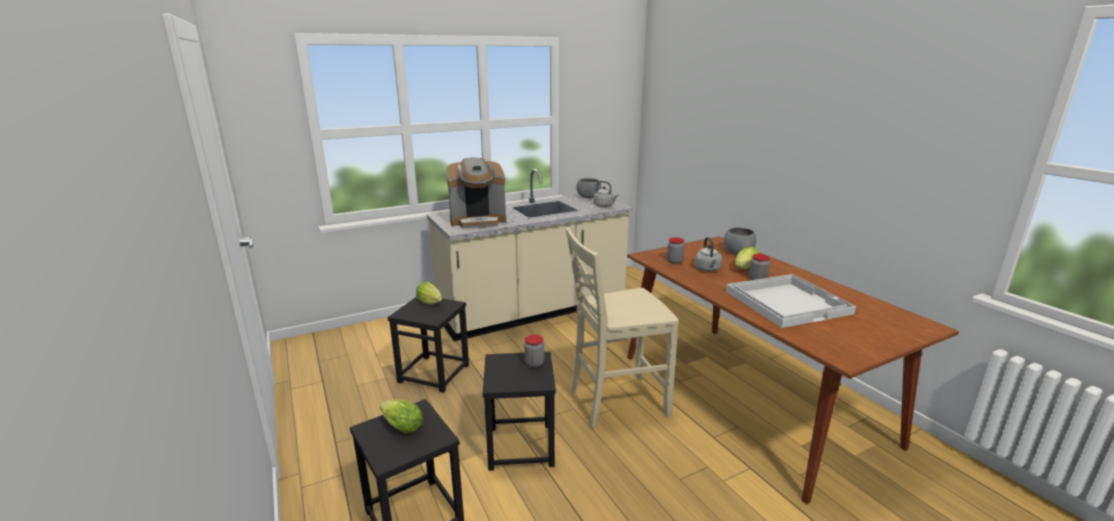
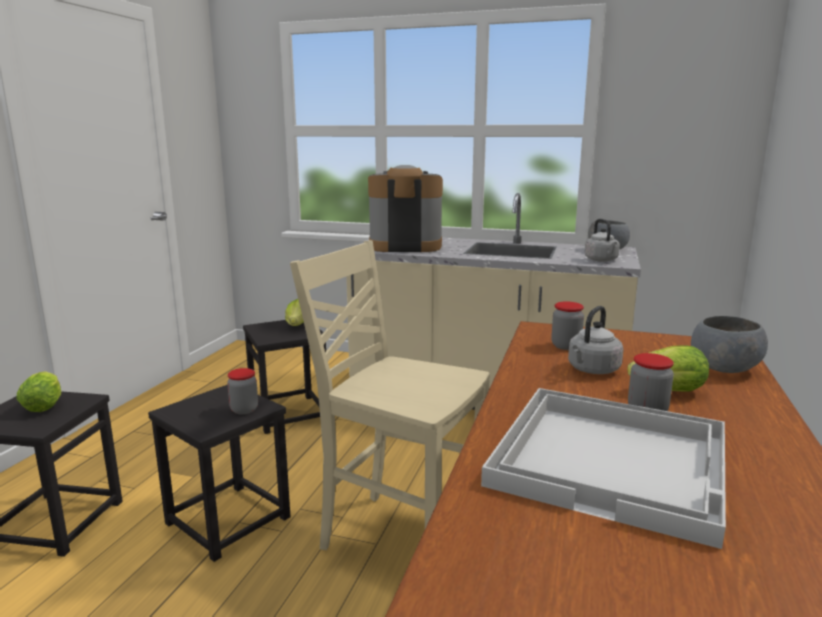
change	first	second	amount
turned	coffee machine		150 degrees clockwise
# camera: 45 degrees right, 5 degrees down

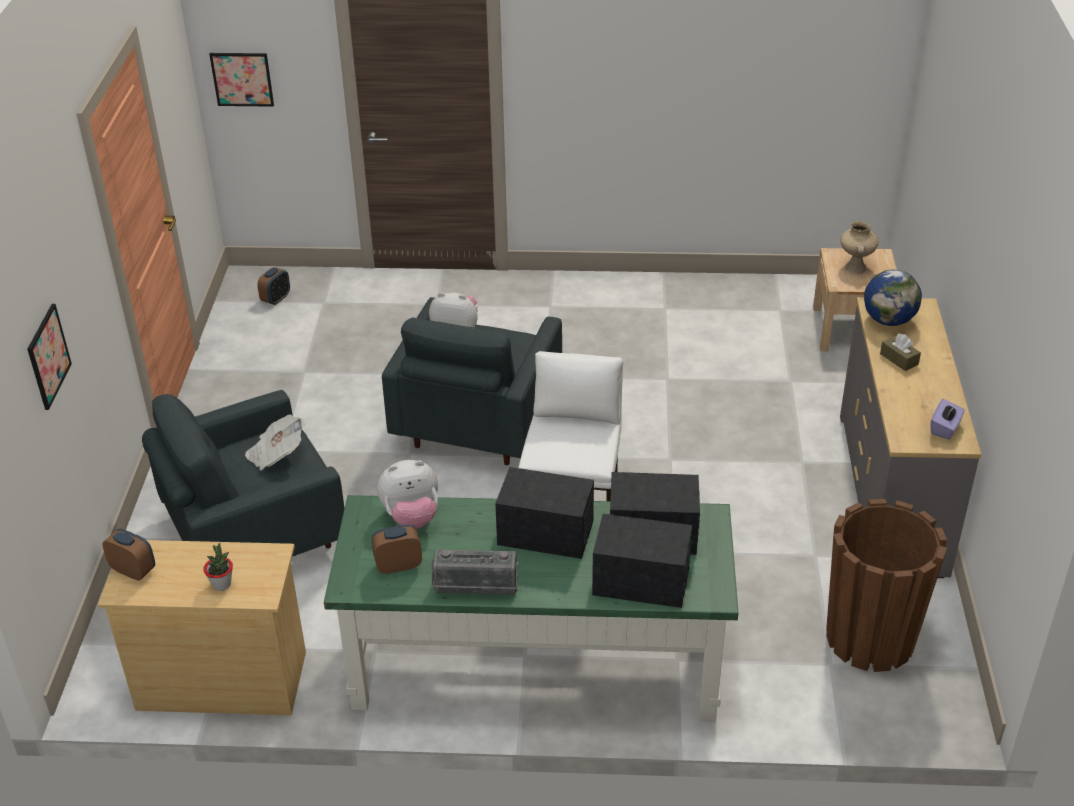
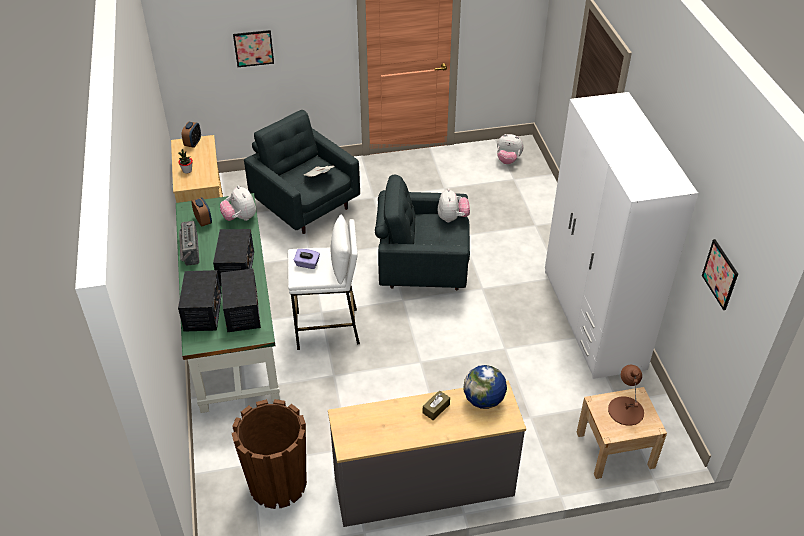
change	first	second	amount
moved	purple-coloured tissue box		
replaced	alarm clock (2nd from left)	soft toy (3rd from left)	
added		white-coloured clothes cupboard	
replaced	beige-coloured vase	brown-coloured lamp for a table	
moved	wall art (2nd from left)		
# camera: 75 degrees right, 5 degrees up

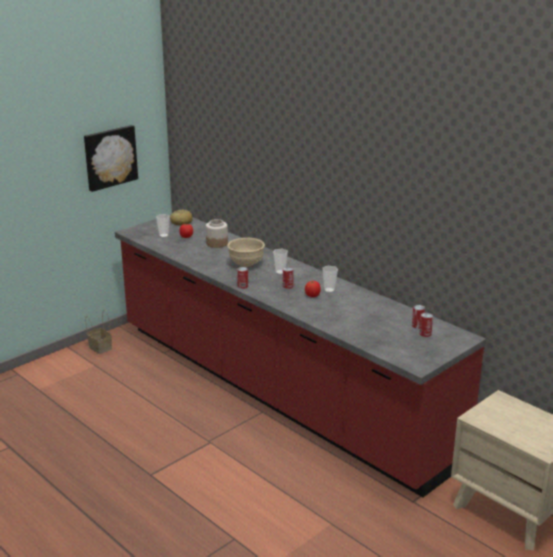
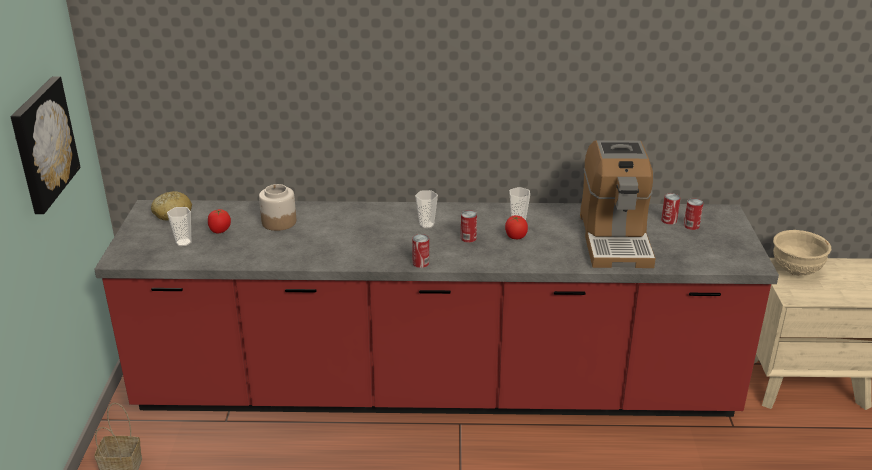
change	first	second	amount
added		coffee machine	
moved	beige-coloured bowl		
# camera: 45 degrees left, 5 degrees up

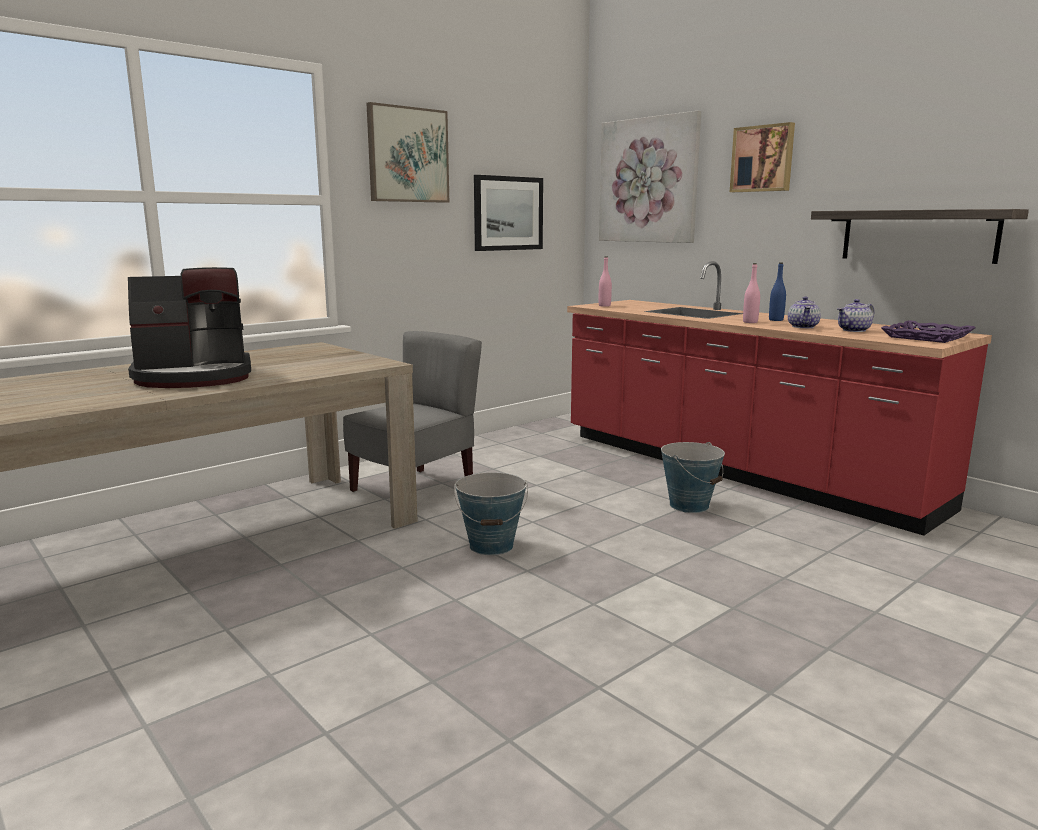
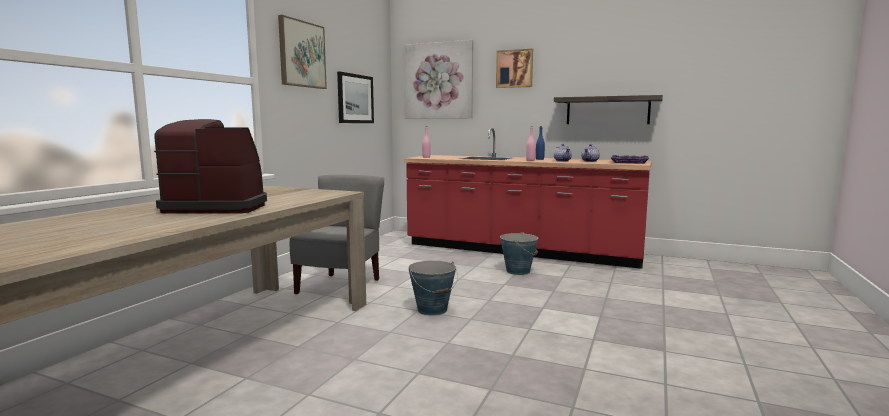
change	first	second	amount
turned	coffee machine		135 degrees counterclockwise
# camera: 25 degrees left, 5 degrees down

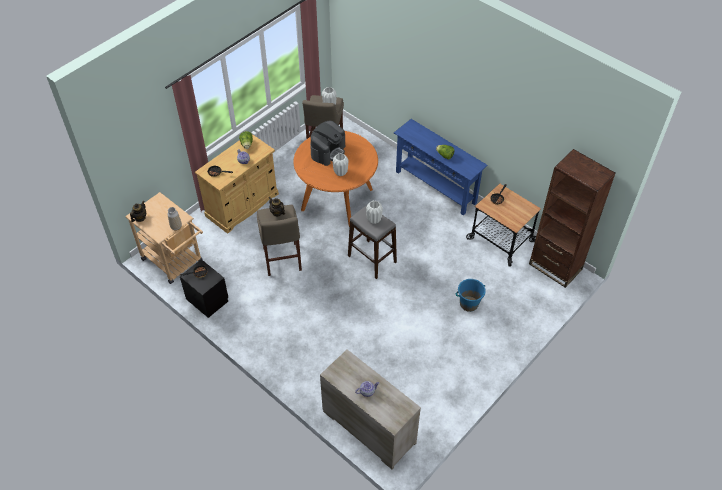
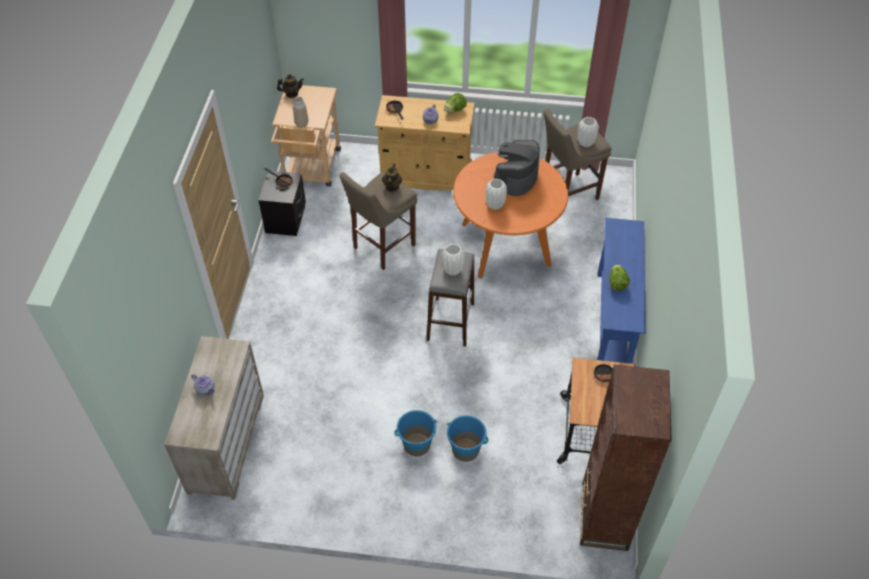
change	first	second	amount
added		bluish pail (1st from left)	
turned	coffee machine		120 degrees clockwise
# camera: 55 degrees right, 0 degrees up

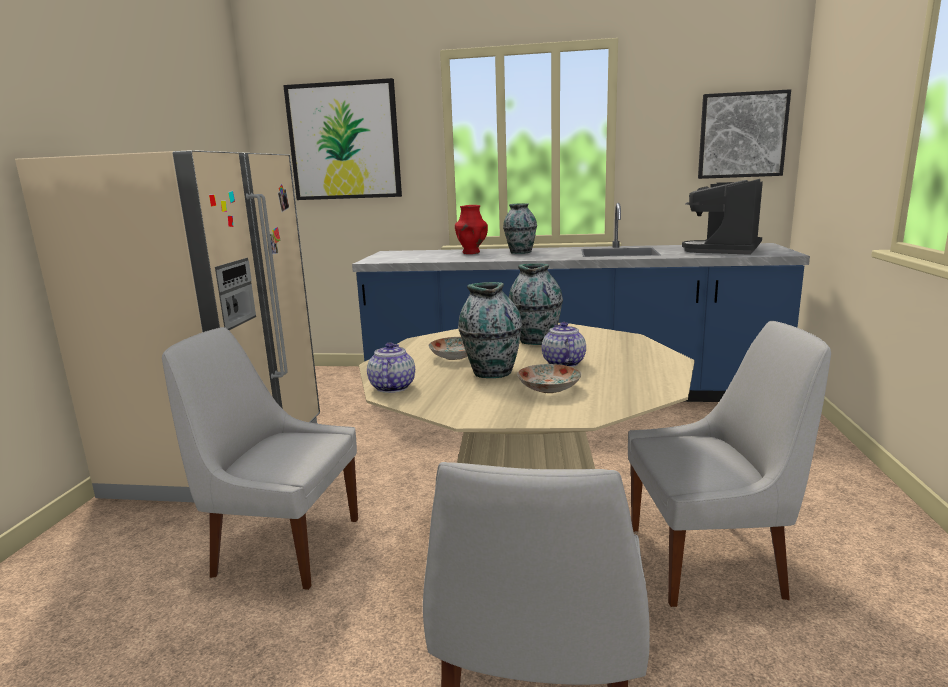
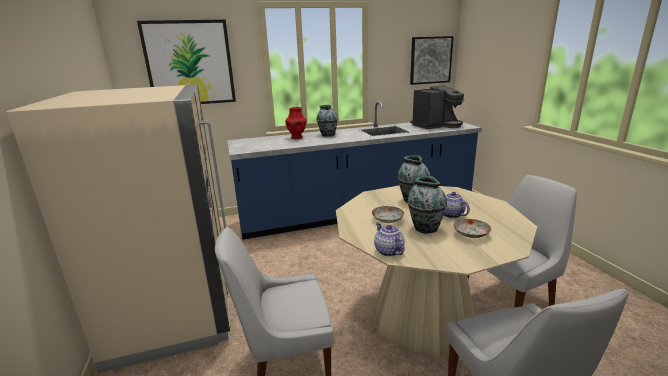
change	first	second	amount
turned	coffee machine		120 degrees counterclockwise
# camera: 25 degrees left, 5 degrees up

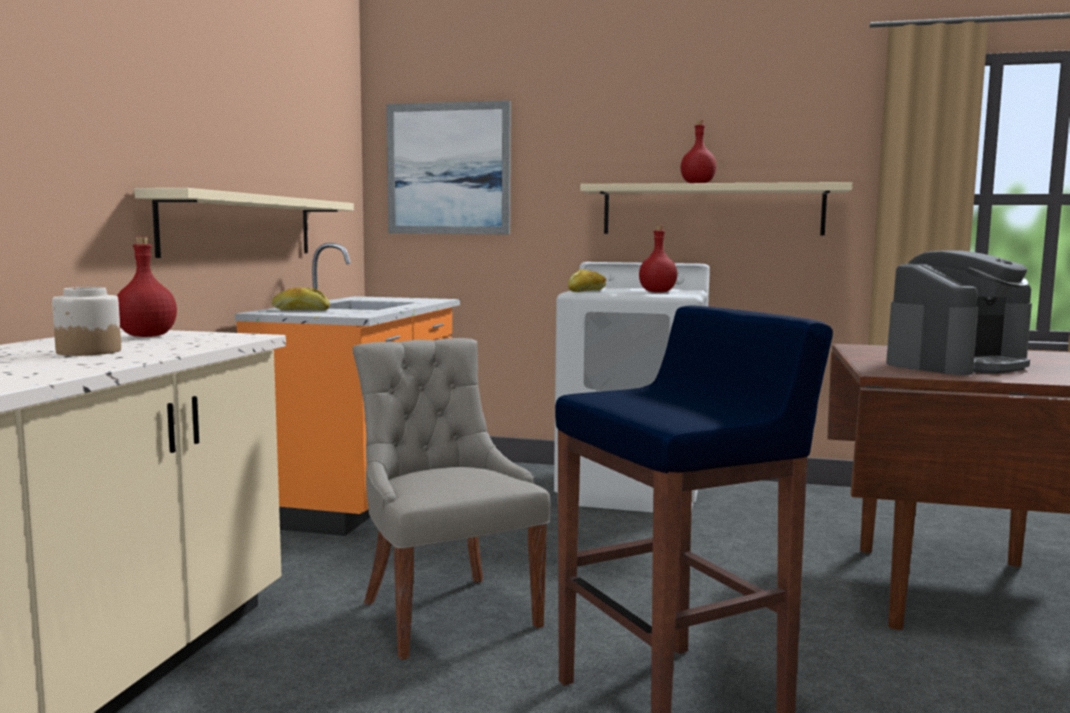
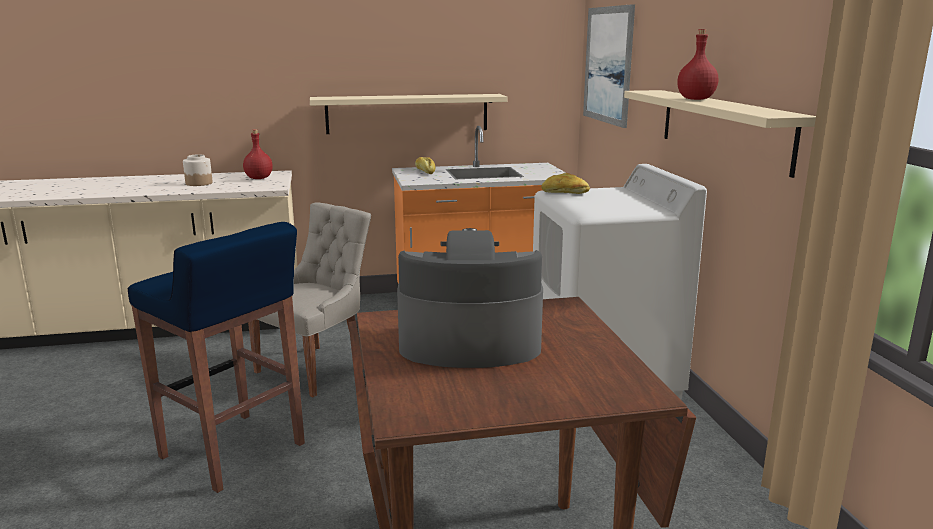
change	first	second	amount
turned	coffee machine		150 degrees clockwise
removed	red-coloured beverage bottle (2nd from left)		
# camera: 65 degrees right, 10 degrees up

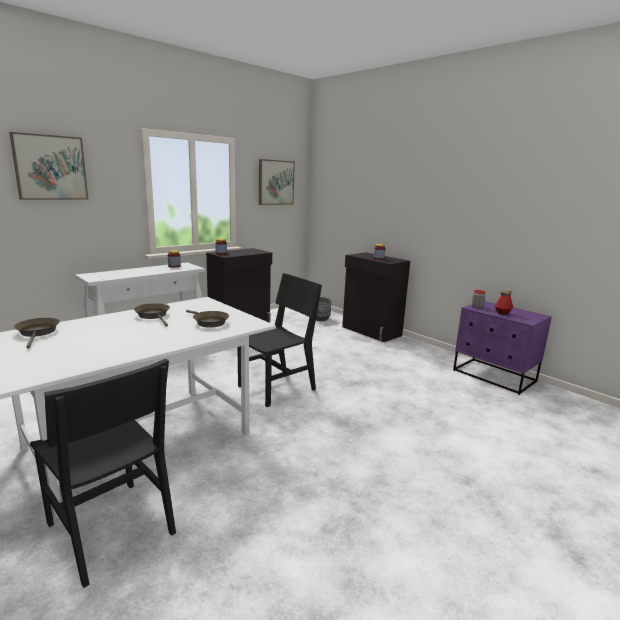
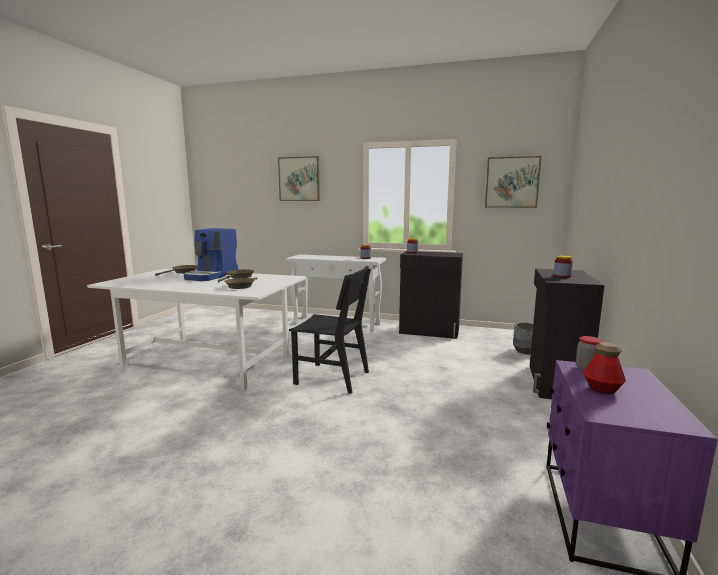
change	first	second	amount
added		coffee machine	
removed	blackish plain chair (1st from left)		
# camera: 60 degrees right, 5 degrees down

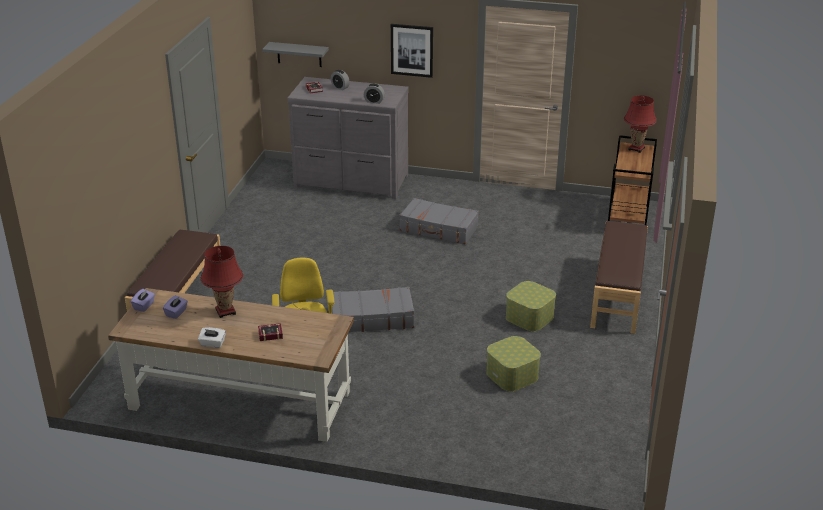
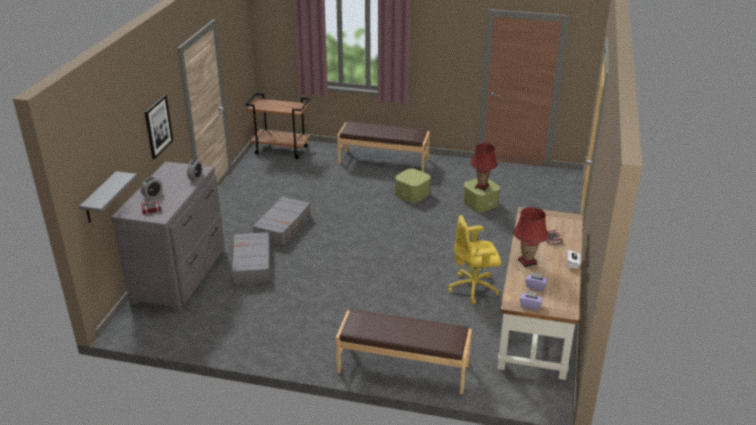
change	first	second	amount
moved	greyish travel case (1st from left)		
moved	red-coloured lamp for a table (2nd from left in the first image)	red-coloured lamp for a table (1st from left)	
# camera: 90 degrees left, 0 degrees up

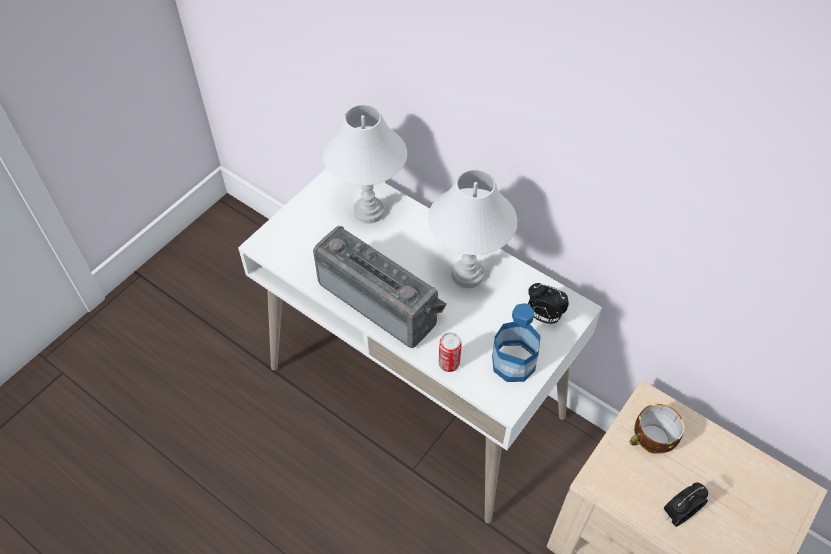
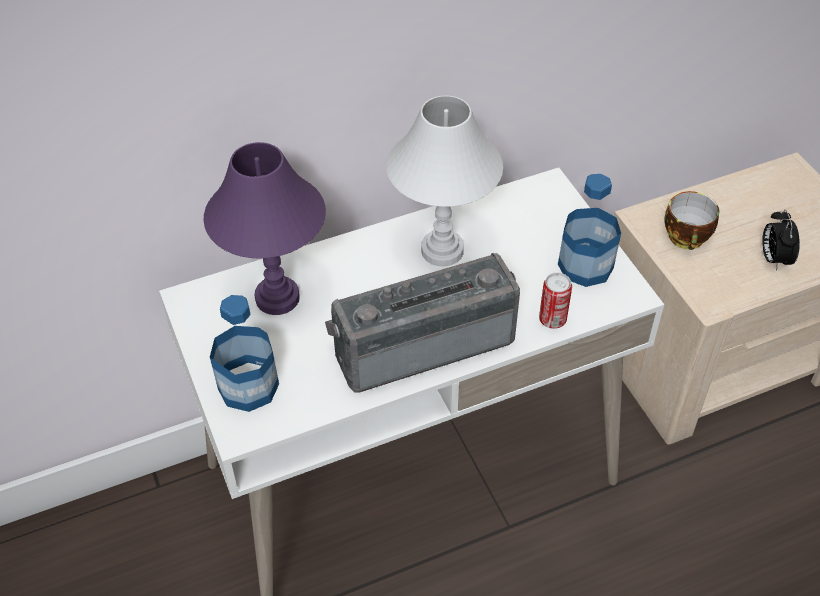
change	first	second	amount
recoloured	white-coloured lamp for a table (1st from left)	purple-coloured lamp for a table	
added		beverage bottle (1st from left)	
removed	alarm clock (1st from left)		
# camera: 60 degrees left, 5 degrees down

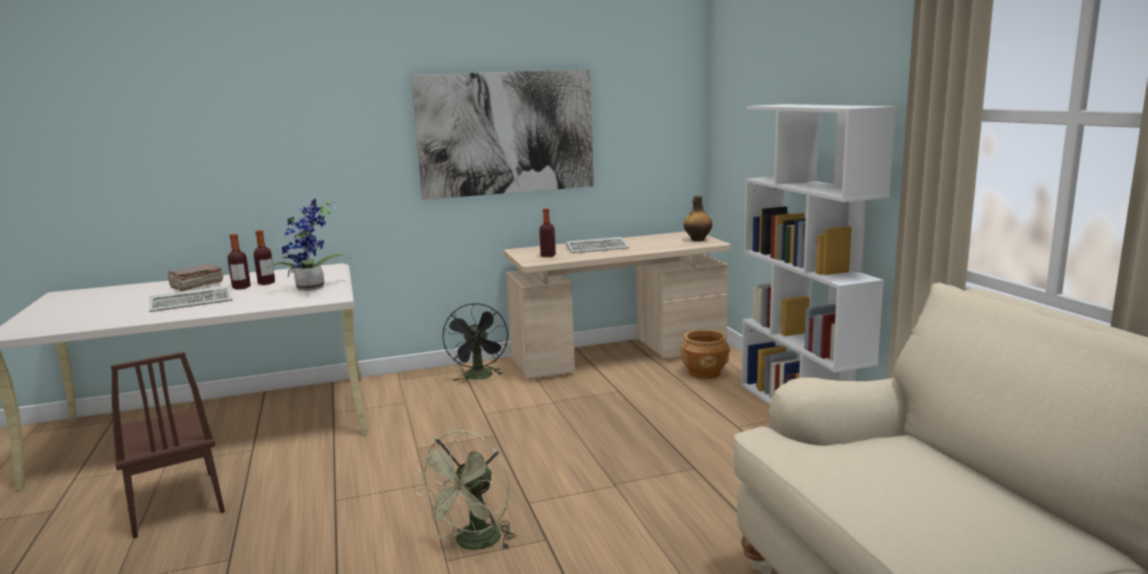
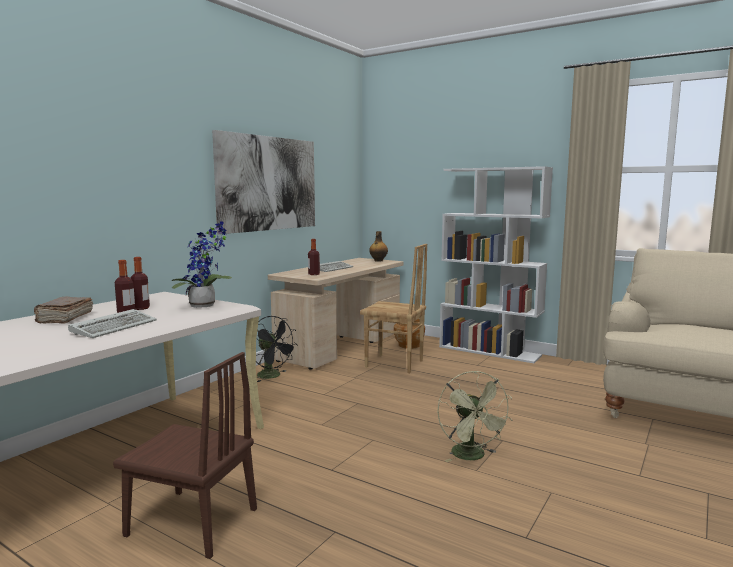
change	first	second	amount
added		brown-coloured plain chair (2nd from left)	
# camera: 40 degrees left, 5 degrees down

